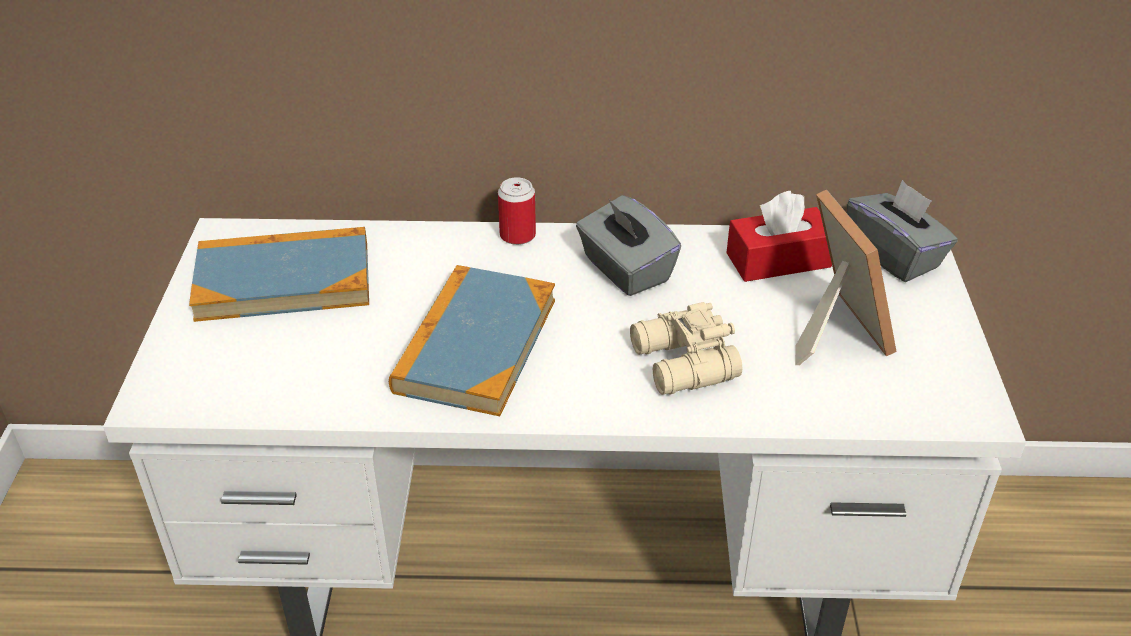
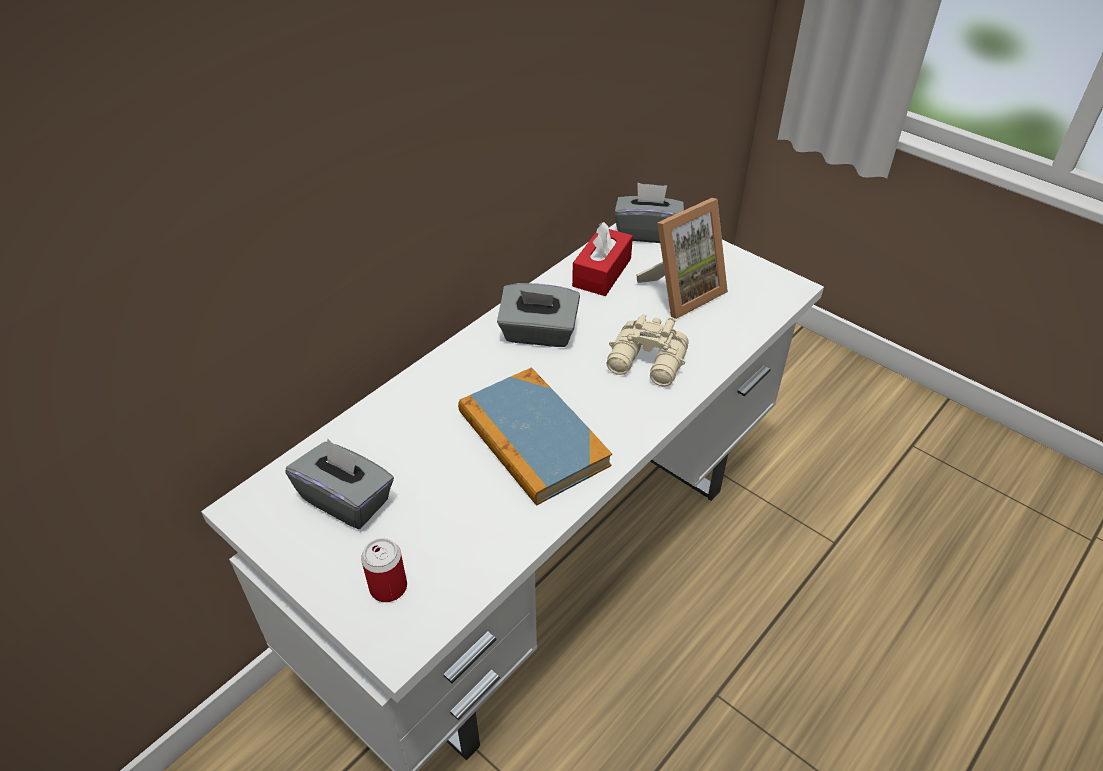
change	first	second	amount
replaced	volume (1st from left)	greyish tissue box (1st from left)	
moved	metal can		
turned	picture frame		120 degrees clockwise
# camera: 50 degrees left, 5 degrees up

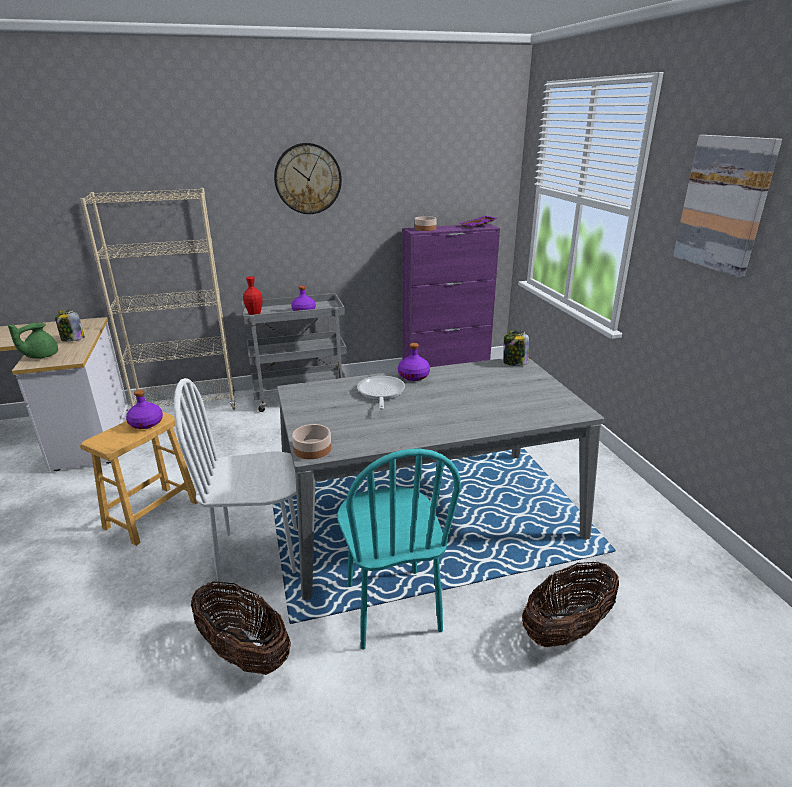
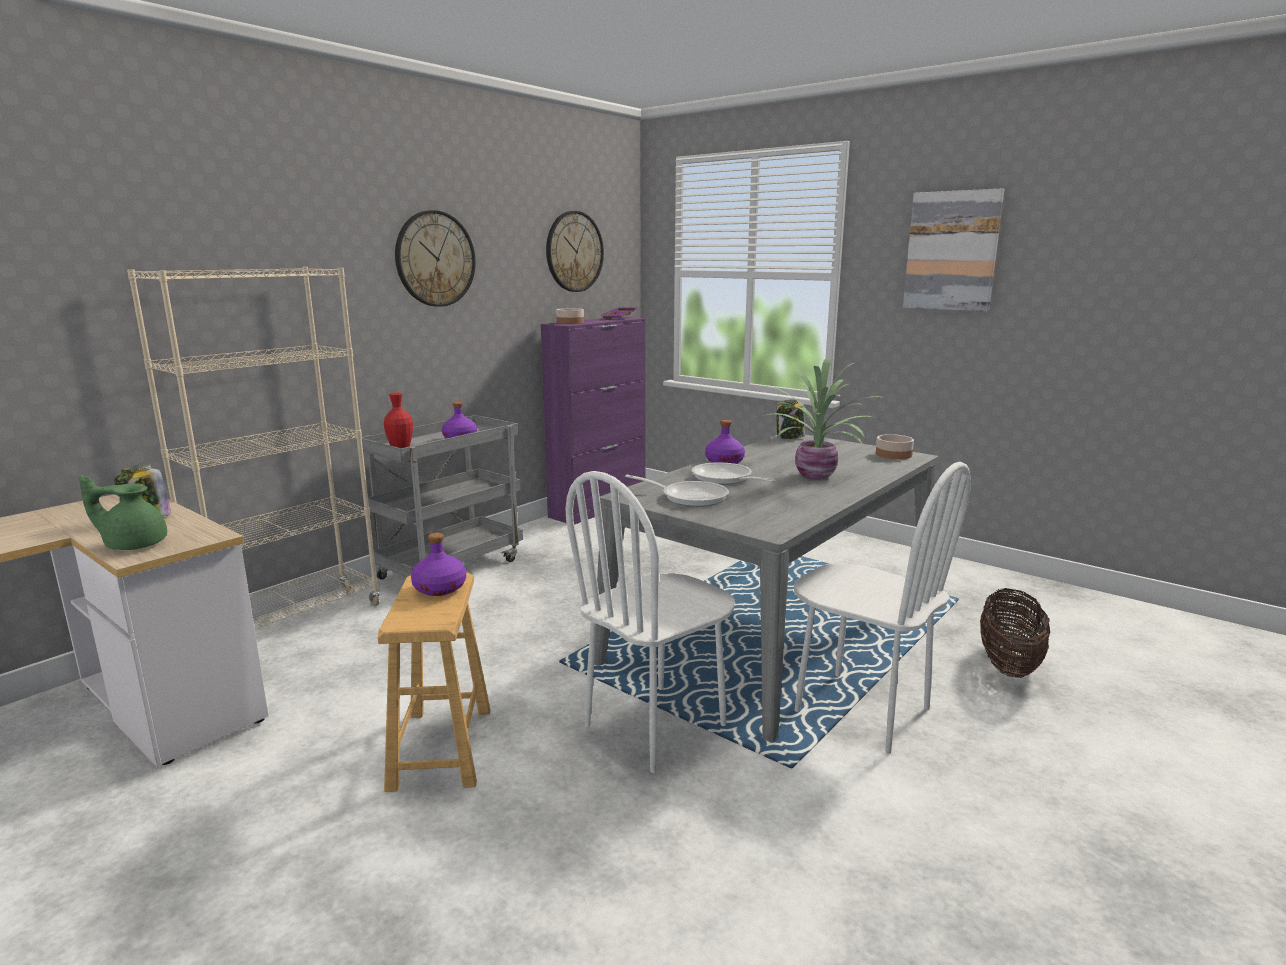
change	first	second	amount
turned	greenish tea pot		90 degrees clockwise
added		wall clock (2nd from left)	
added		frying pan (1st from left)	
added		houseplant	
recoloured	turquoise-coloured plain chair	white-coloured plain chair (2nd from left)	
moved	bowl (1st from left in the first image)	bowl (2nd from left)	
removed	basket (1st from left)		
# camera: 35 degrees left, 10 degrees down

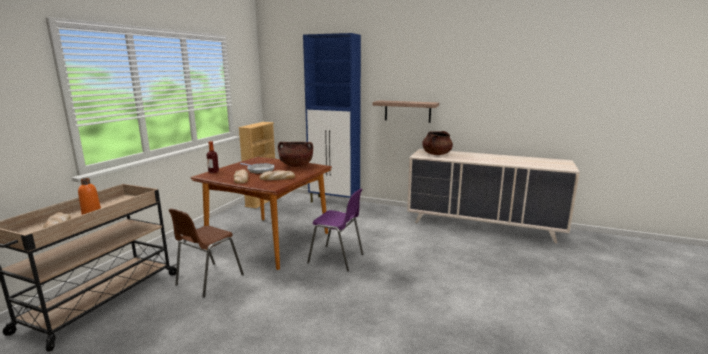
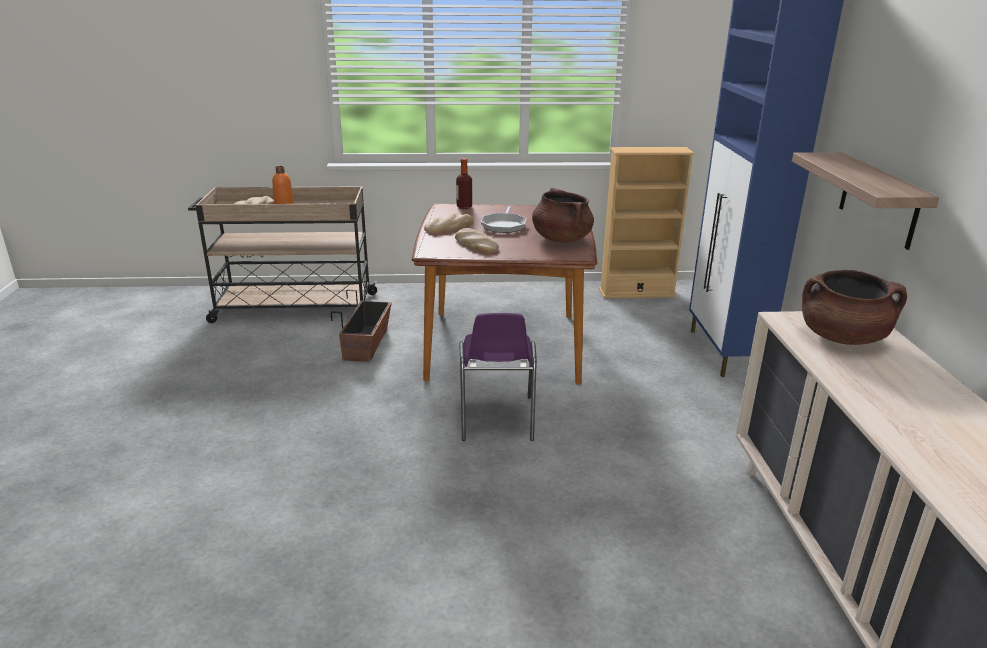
change	first	second	amount
replaced	brown-coloured plain chair	plant pot	
# camera: 65 degrees right, 10 degrees up

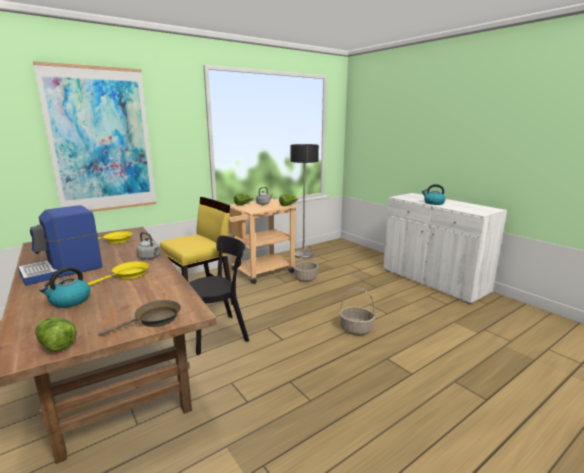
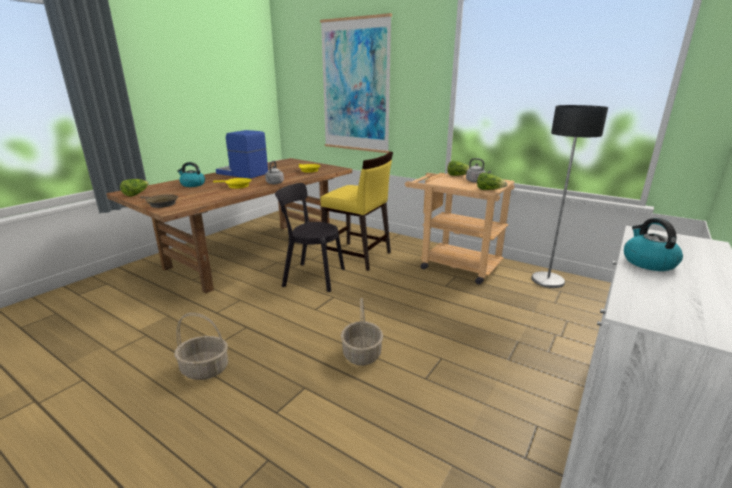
change	first	second	amount
moved	basket (1st from left)		
turned	blackish plain chair		150 degrees clockwise
# camera: 70 degrees right, 5 degrees up

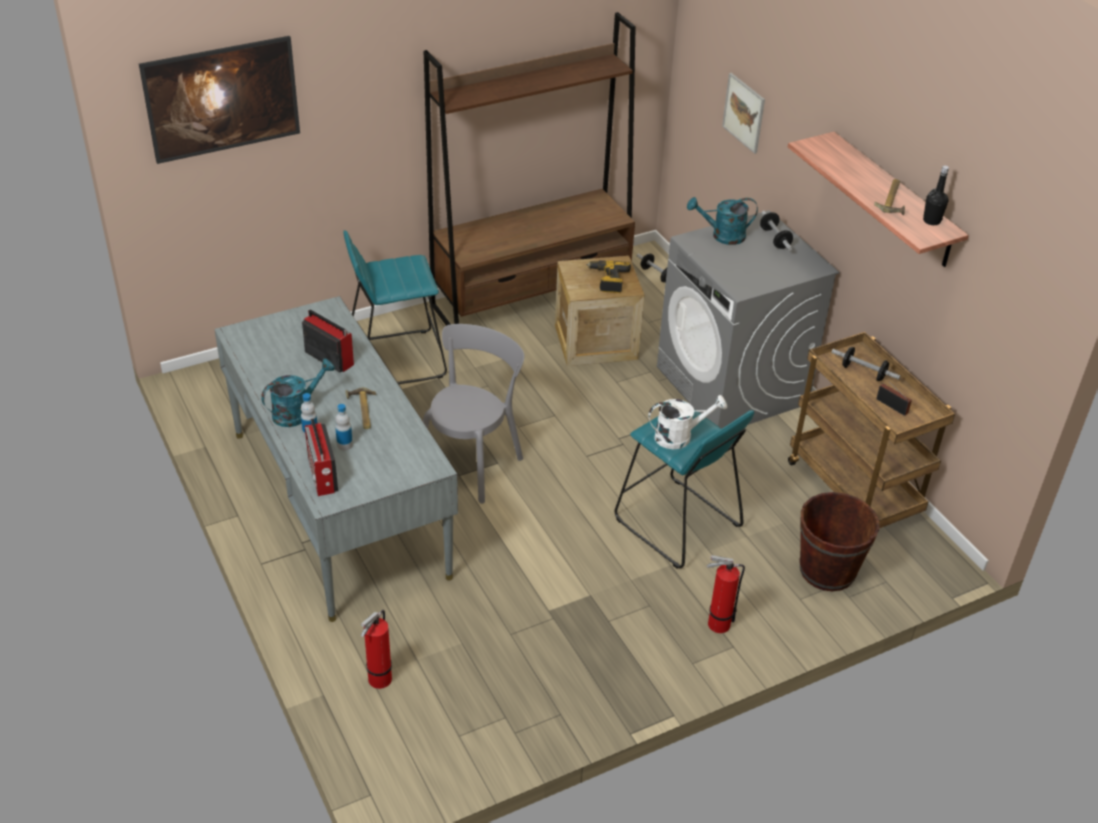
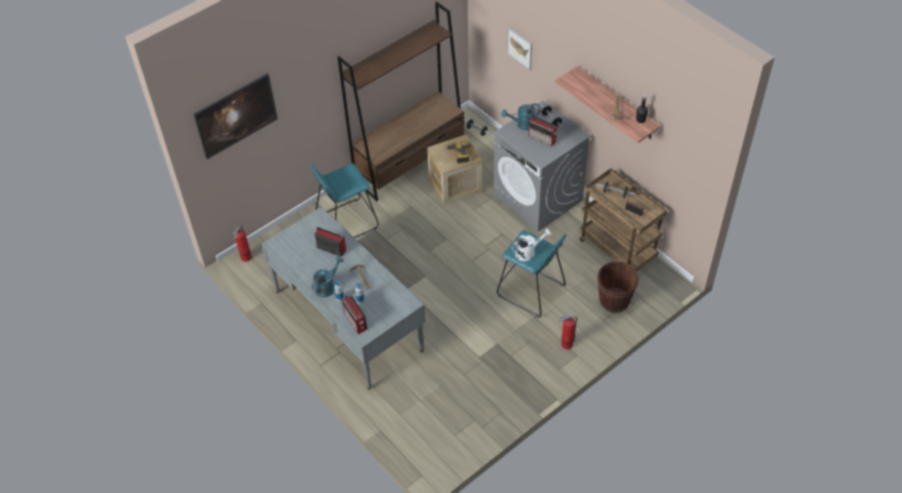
change	first	second	amount
moved	extinguisher (1st from left)		
added		radio set (3rd from left)	
removed	greyish plain chair		
# camera: 10 degrees left, 10 degrees up

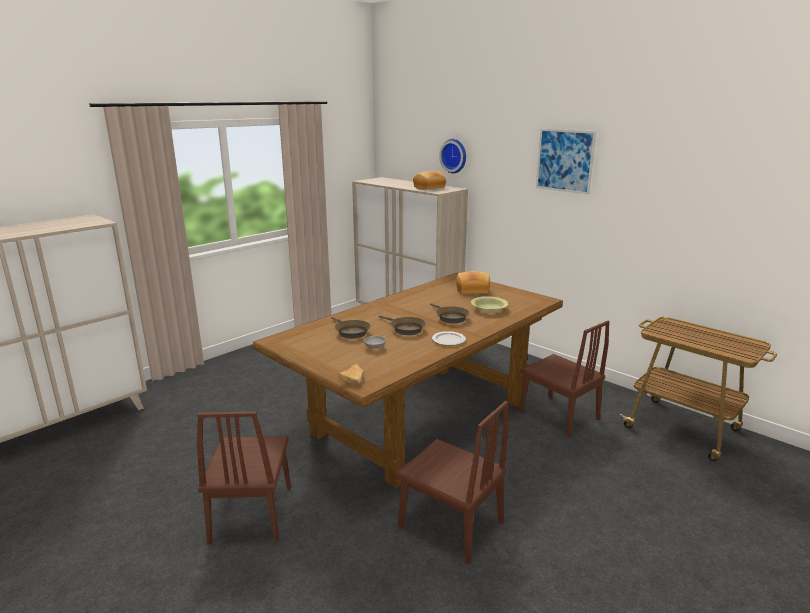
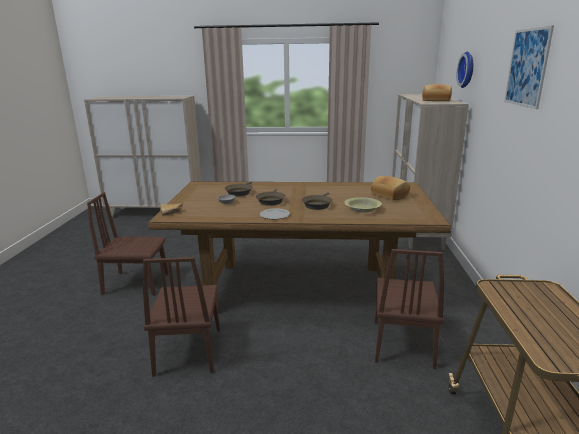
change	first	second	amount
turned	brown-coloured plain chair (1st from left)		45 degrees clockwise
# camera: 50 degrees right, 0 degrees up

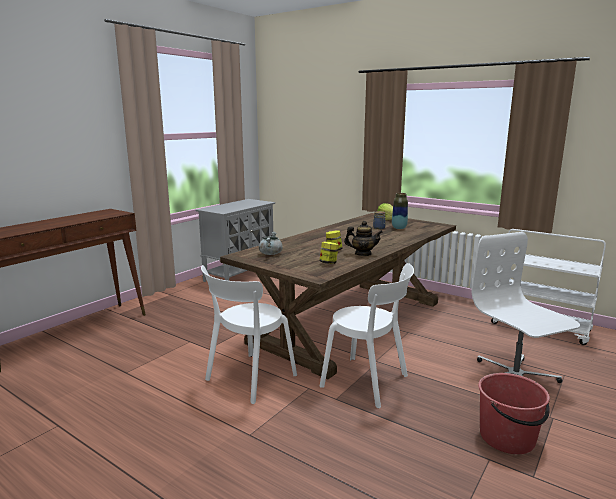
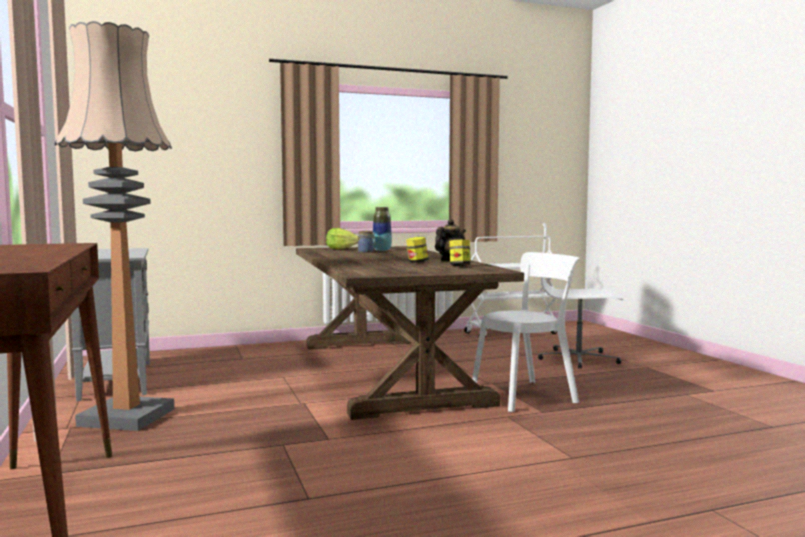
change	first	second	amount
added		standing lamp	
removed	white-coloured plain chair (1st from left)		
removed	greyish cooking pot		
removed	red-coloured pail		
# camera: 55 degrees left, 10 degrees down

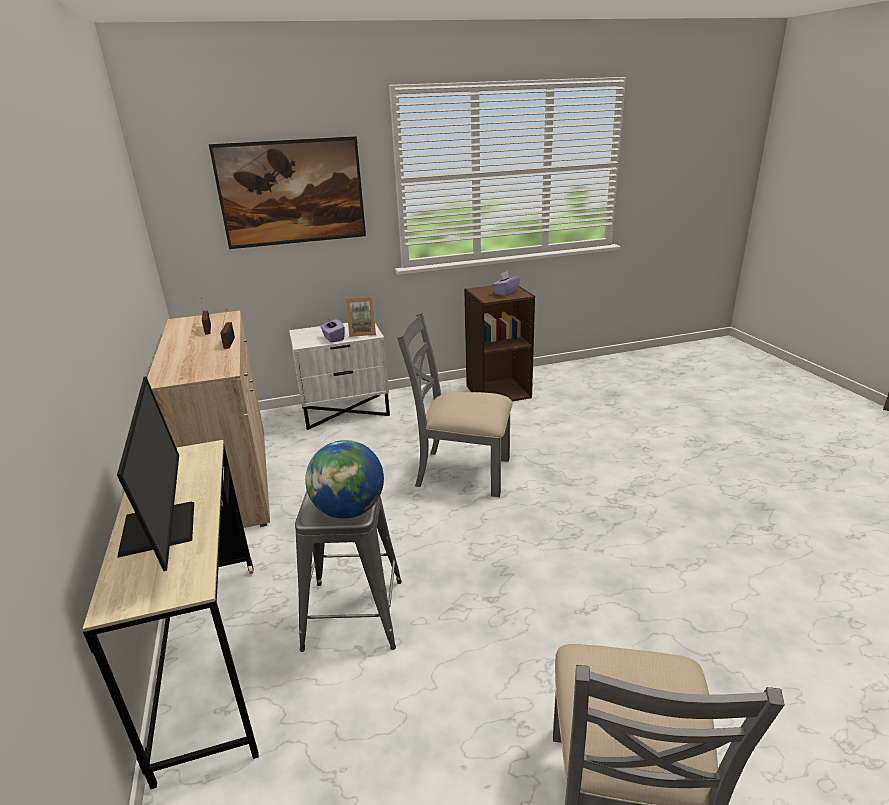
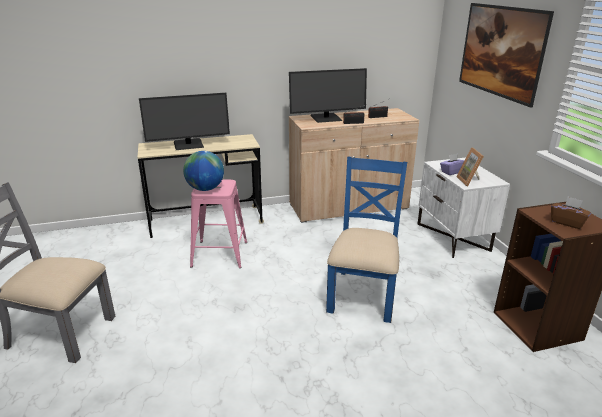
change	first	second	amount
recoloured	greyish stool seat	pink-coloured stool seat	
added		computer display (2nd from left)	
recoloured	greyish plain chair (1st from left)	bluish plain chair	
recoloured	purple-coloured tissue box (2nd from left)	brown-coloured tissue box	
# camera: 90 degrees right, 0 degrees up

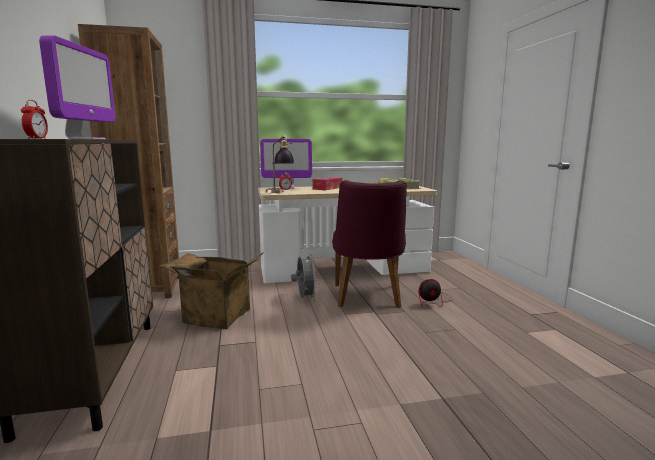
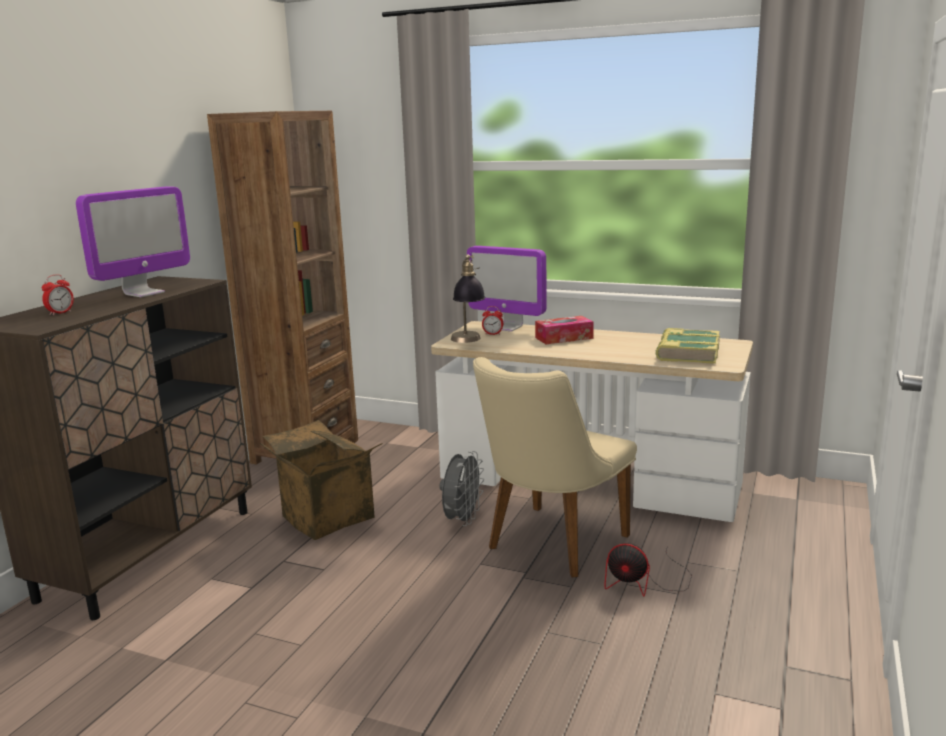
change	first	second	amount
recoloured	purple-coloured plain chair	beige-coloured plain chair	
# camera: 35 degrees right, 5 degrees up

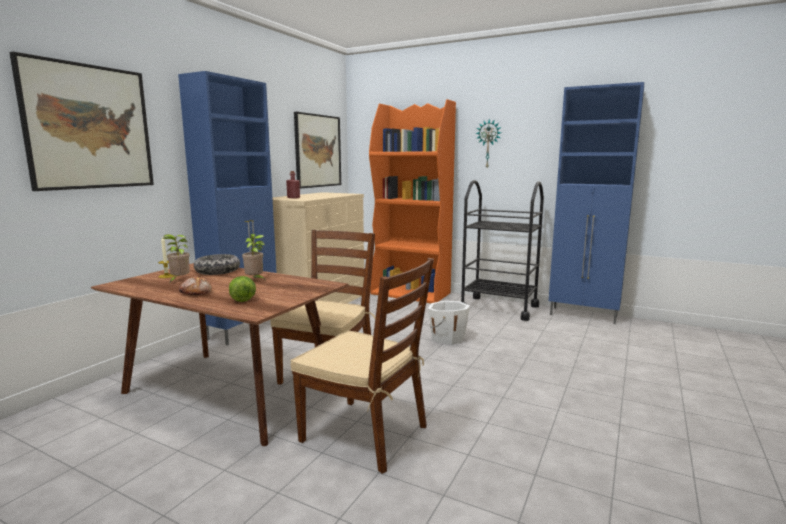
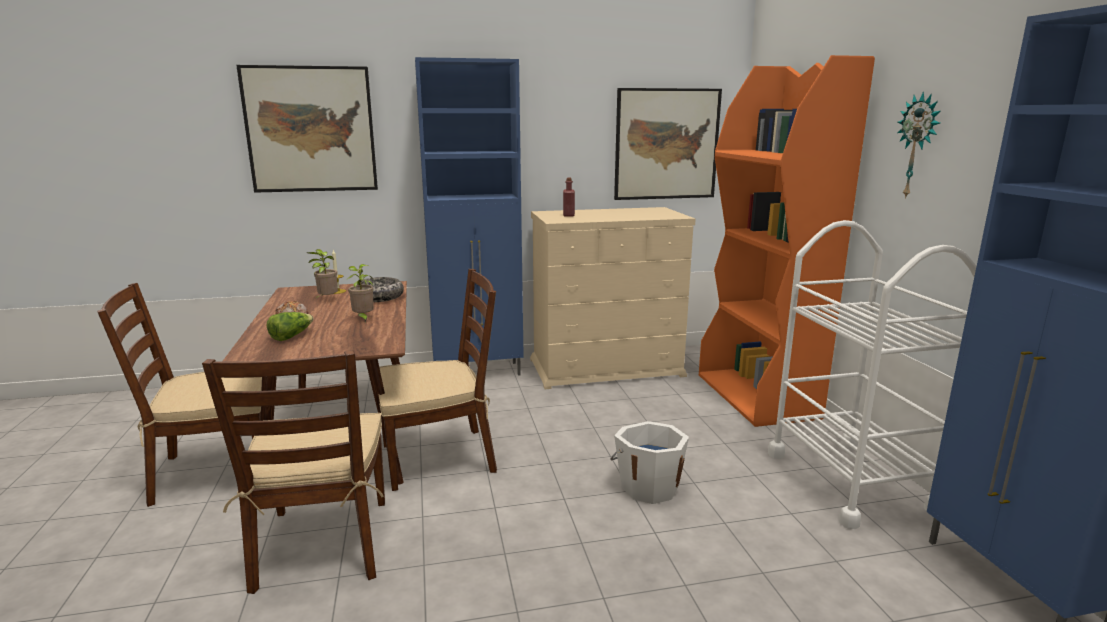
change	first	second	amount
added		brown-coloured plain chair (1st from left)	
recoloured	blackish trolley	white-coloured trolley	
# camera: 50 degrees right, 5 degrees up

